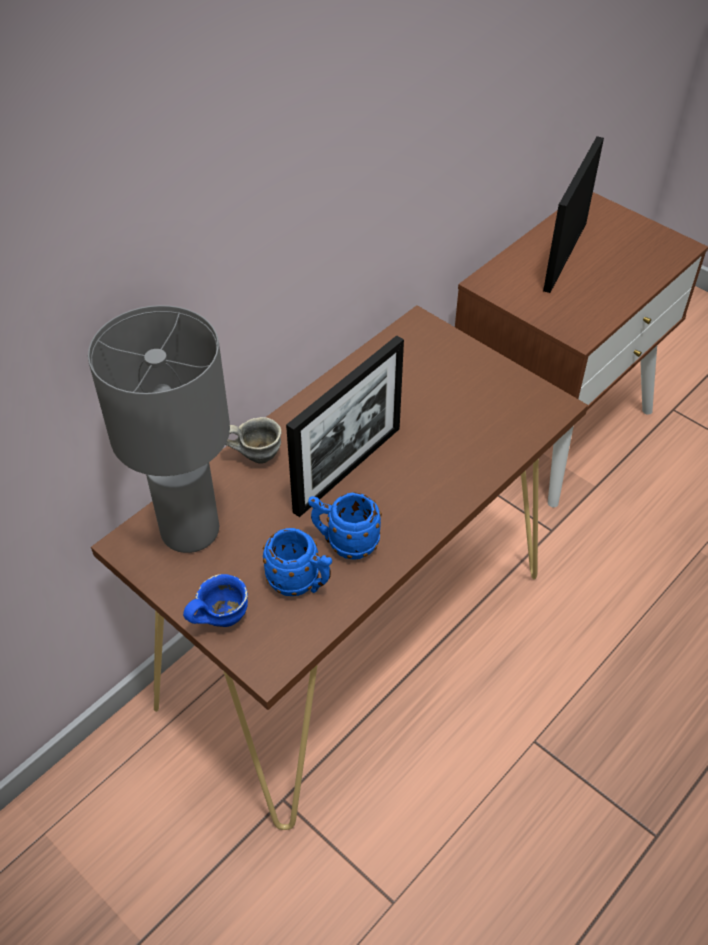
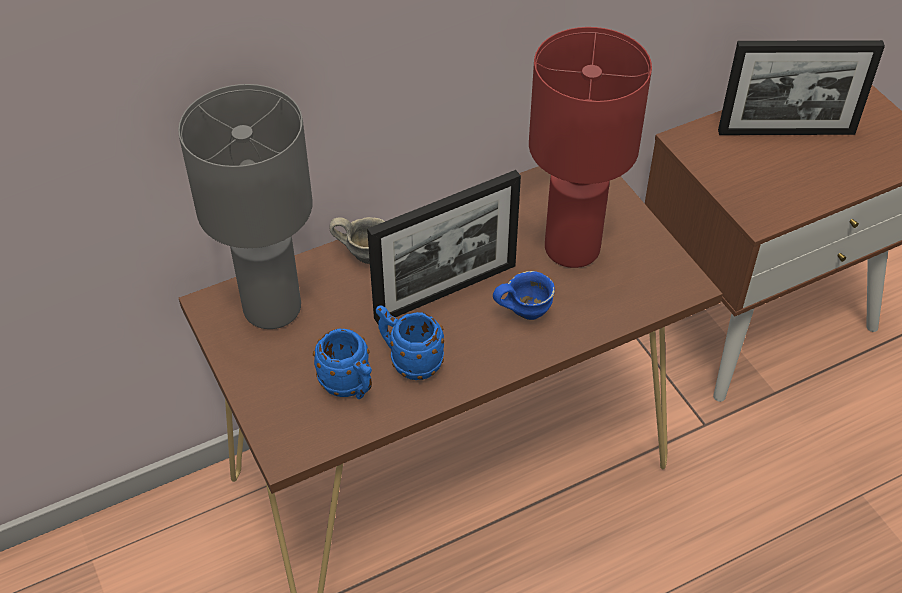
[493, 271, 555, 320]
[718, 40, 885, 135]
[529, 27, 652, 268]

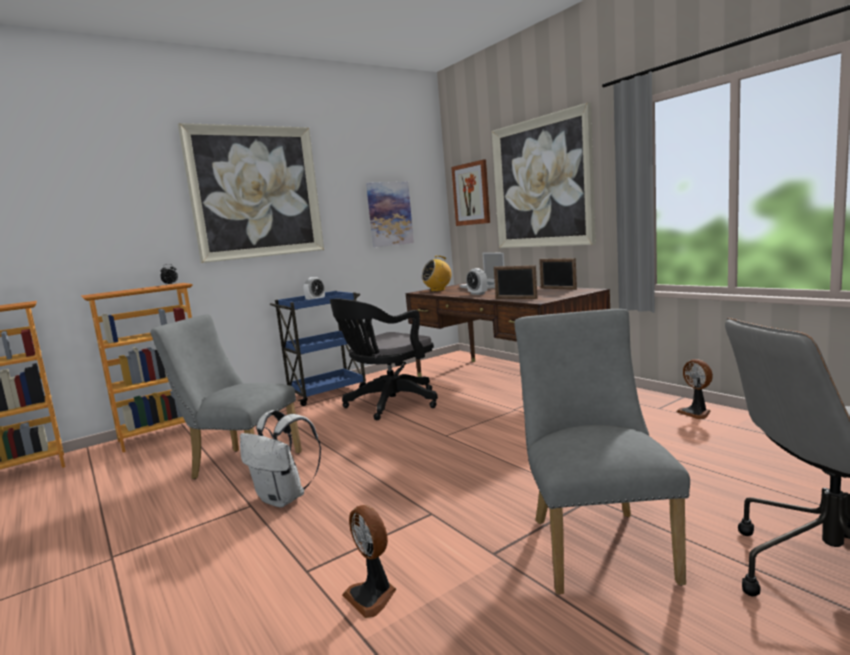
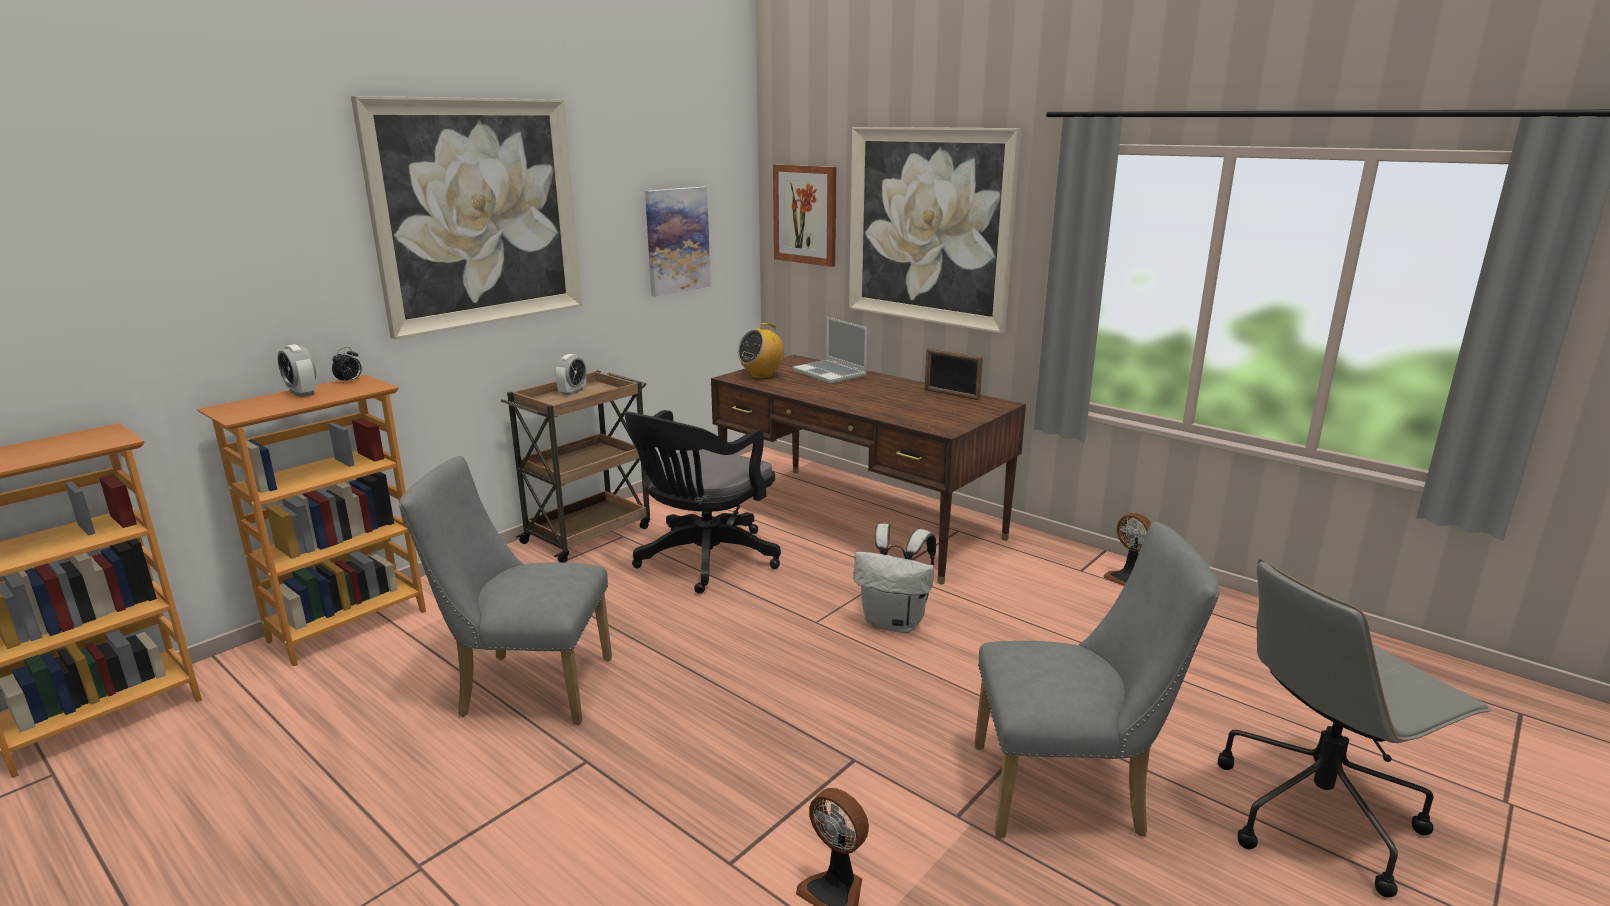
[853, 524, 936, 633]
[501, 370, 650, 563]
[278, 344, 317, 397]
[494, 265, 538, 299] (first image)
[974, 522, 1220, 838]

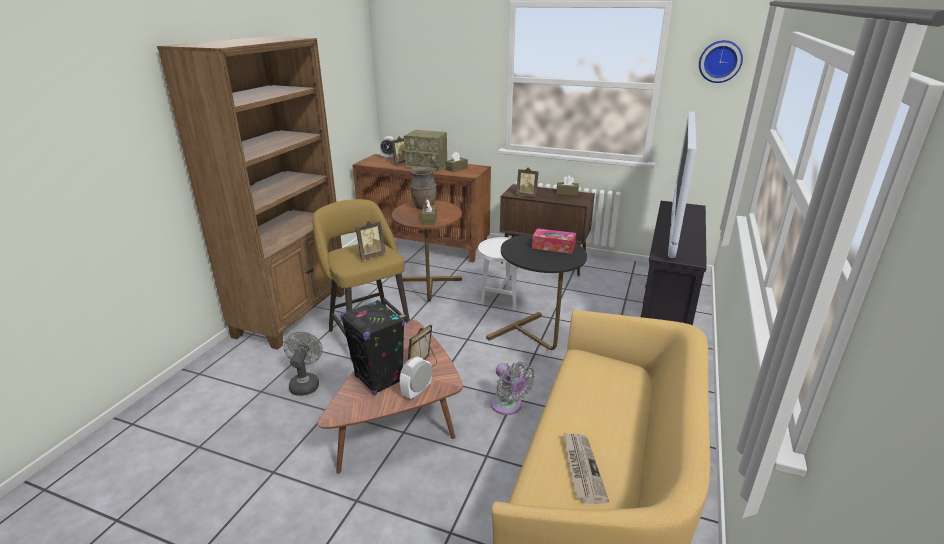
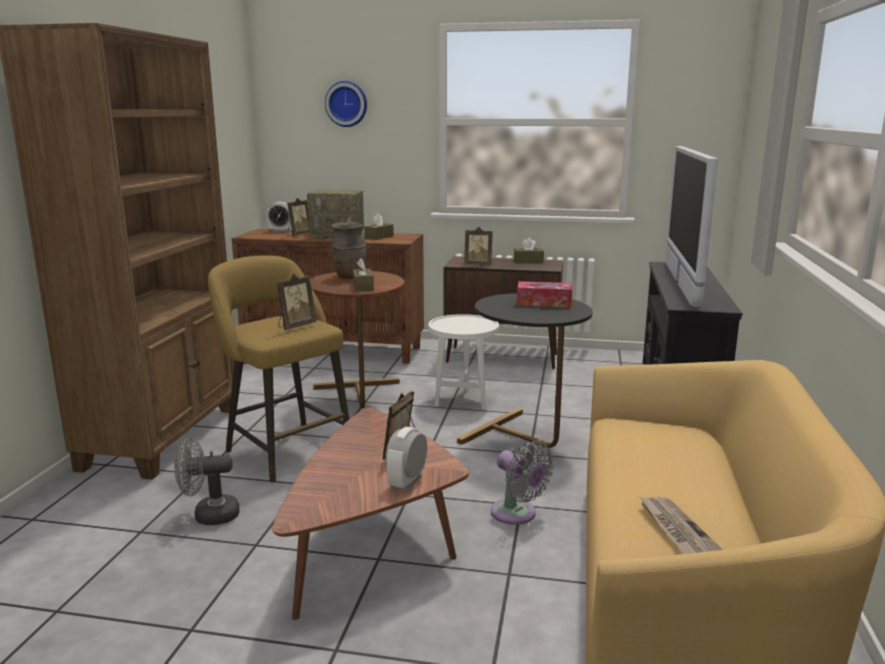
[175, 437, 240, 525]
[340, 300, 405, 395] (first image)
[325, 81, 367, 127]

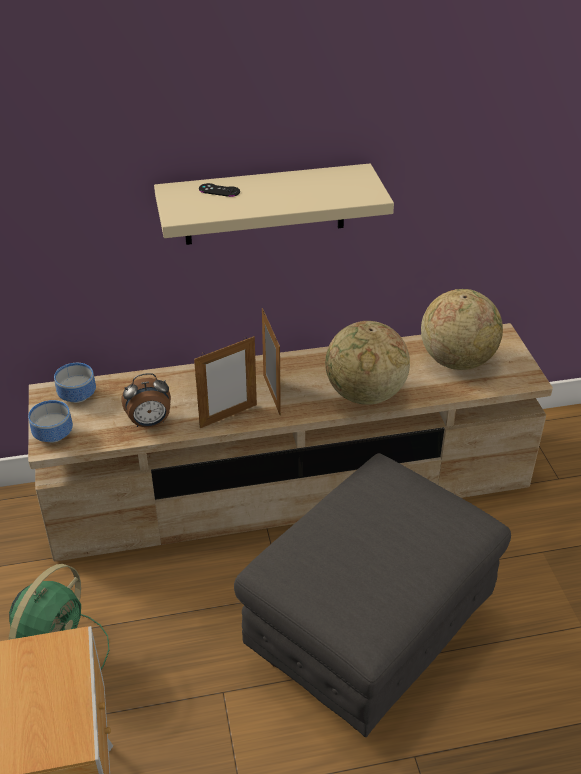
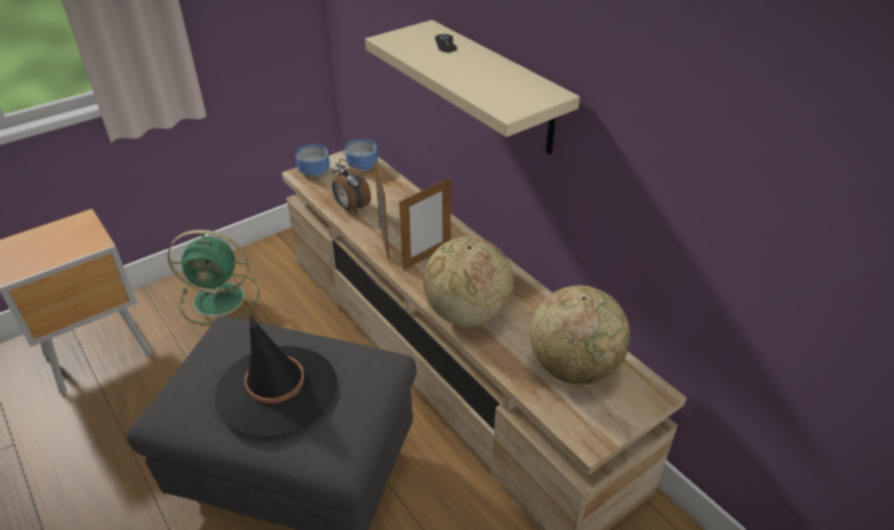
[374, 159, 389, 261]
[215, 315, 337, 437]

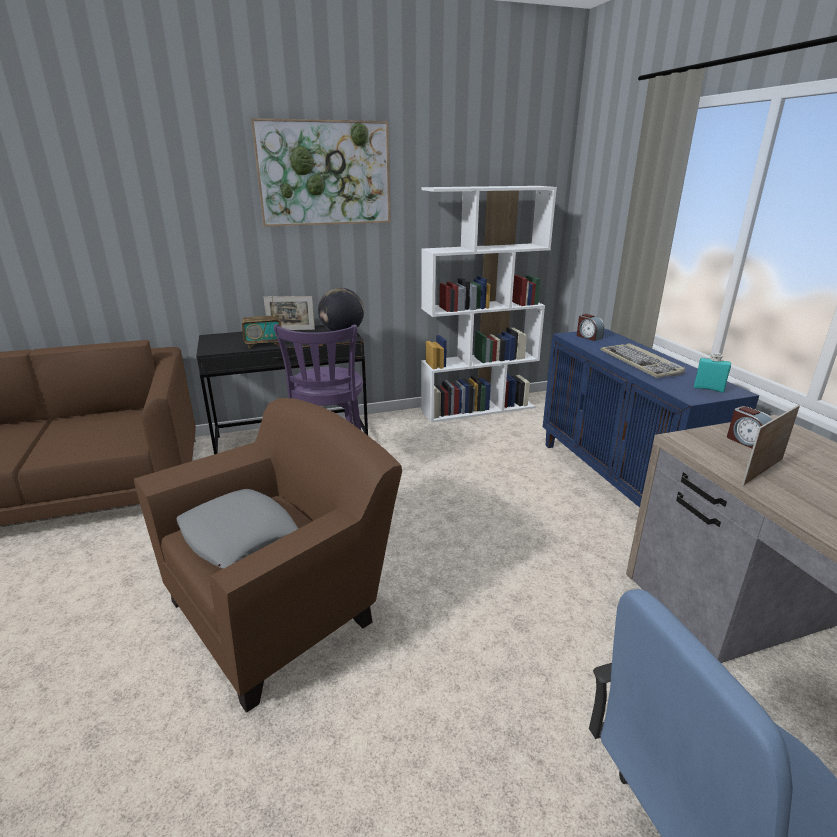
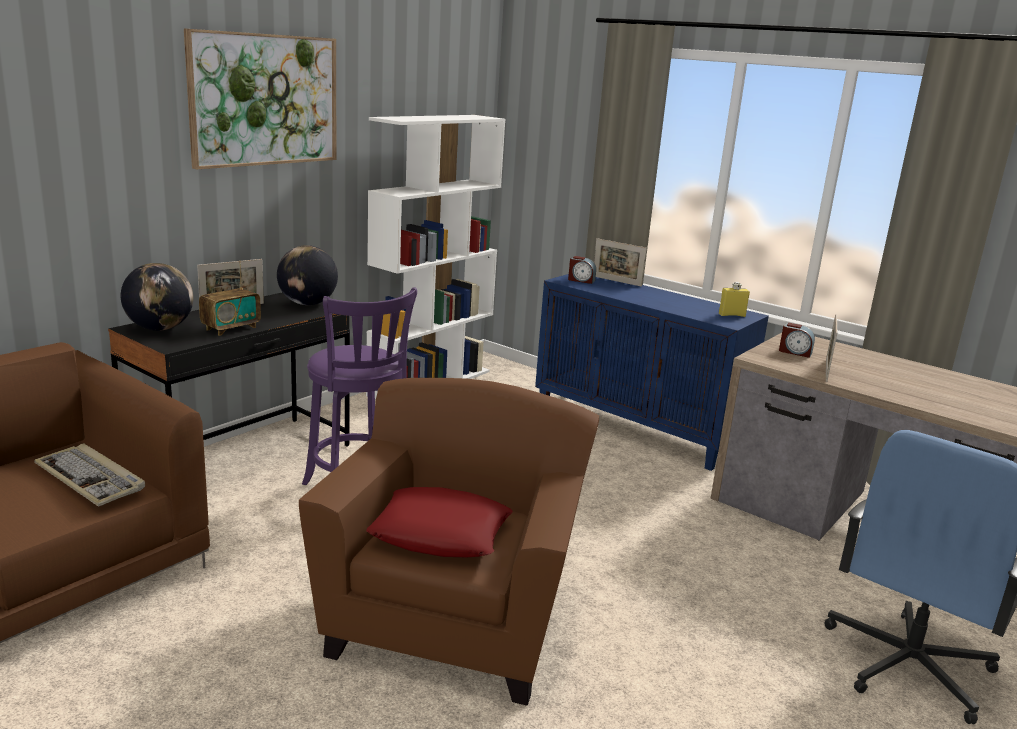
[366, 487, 513, 557]
[34, 443, 145, 506]
[719, 282, 750, 317]
[121, 263, 194, 331]
[594, 238, 646, 287]

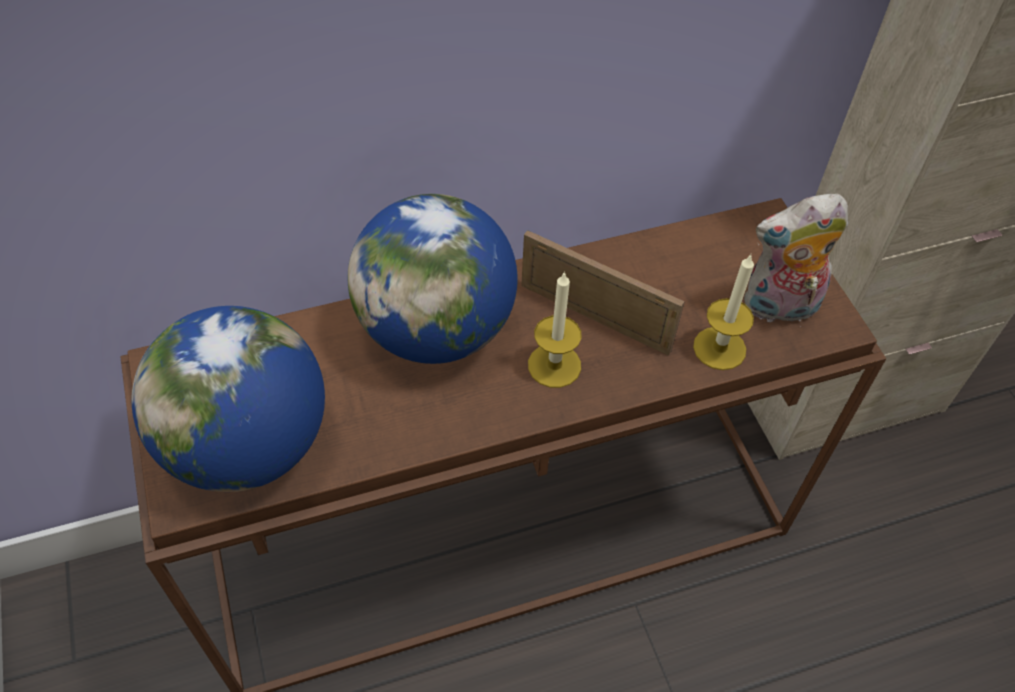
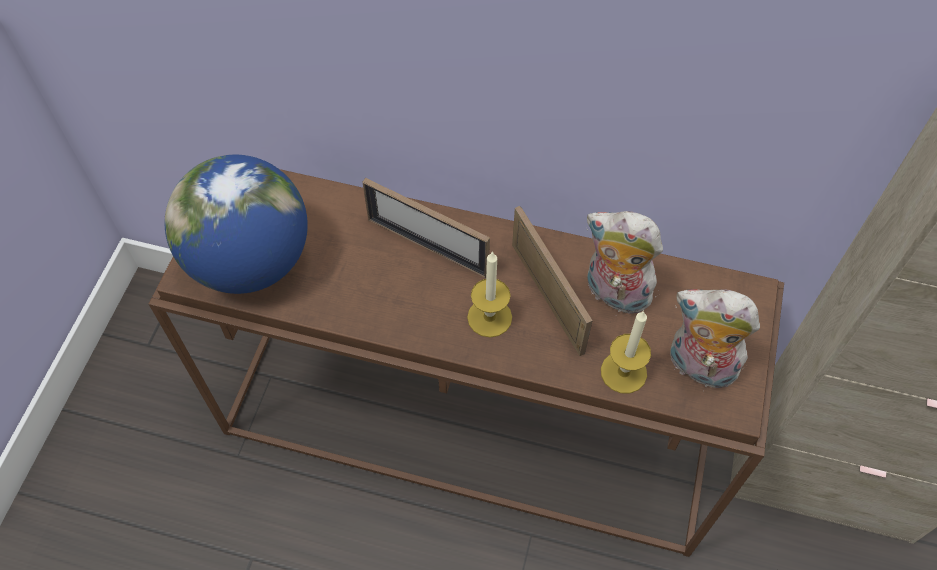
[362, 178, 490, 278]
[587, 211, 663, 313]

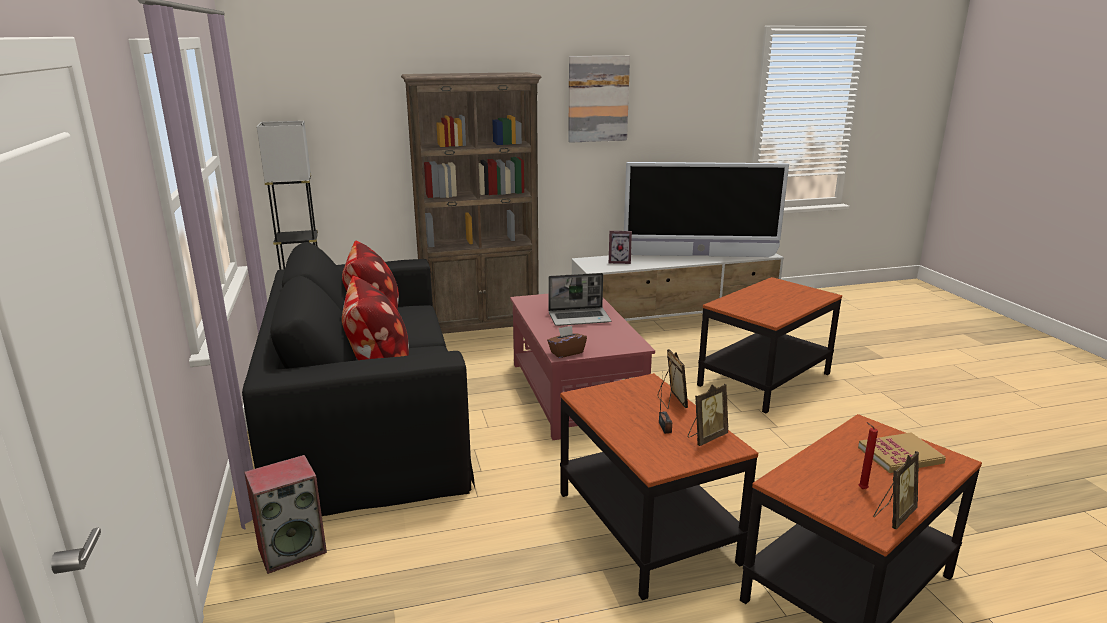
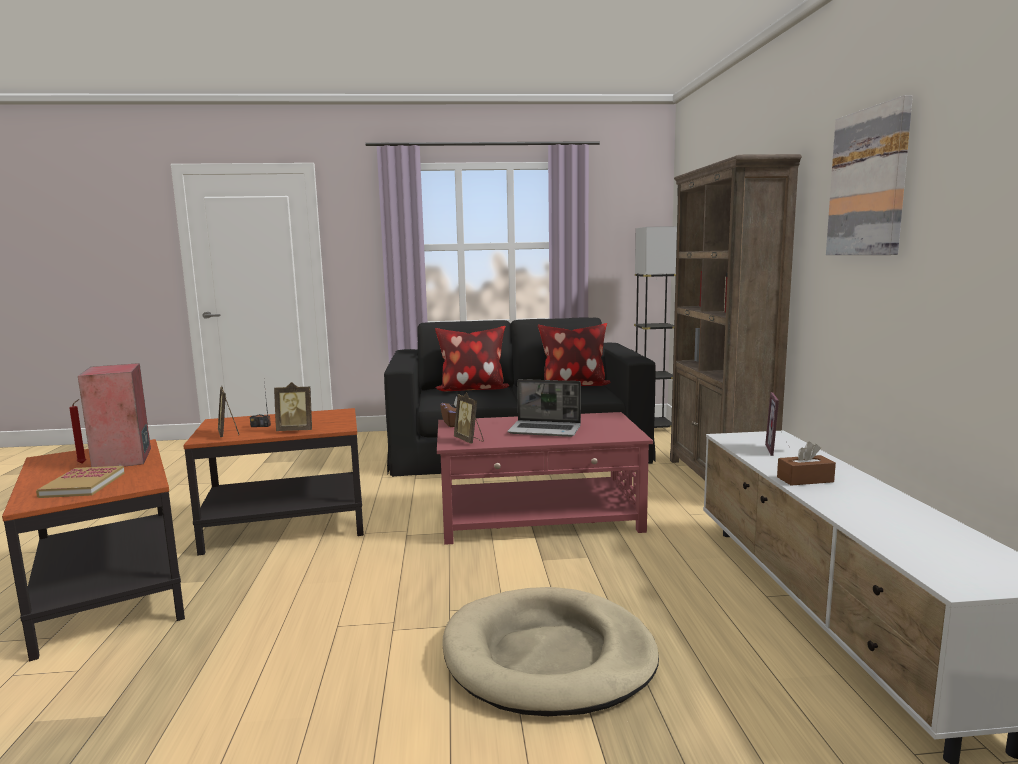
[78, 363, 151, 467]
[508, 379, 581, 437]
[624, 162, 789, 257] (first image)
[442, 587, 659, 716]
[454, 392, 484, 444]
[777, 442, 836, 485]

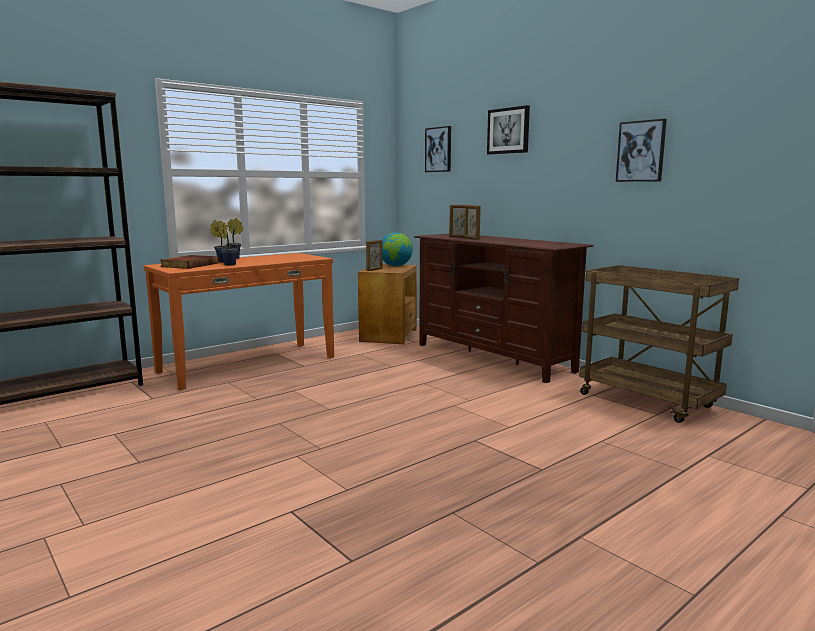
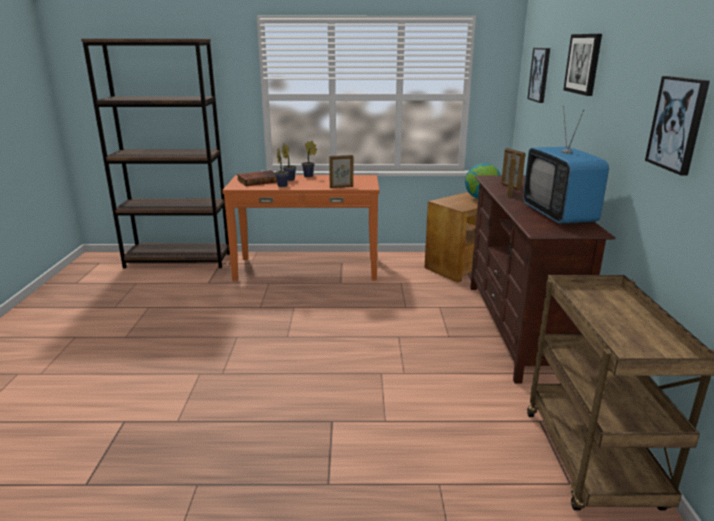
[329, 155, 353, 188]
[523, 106, 609, 224]

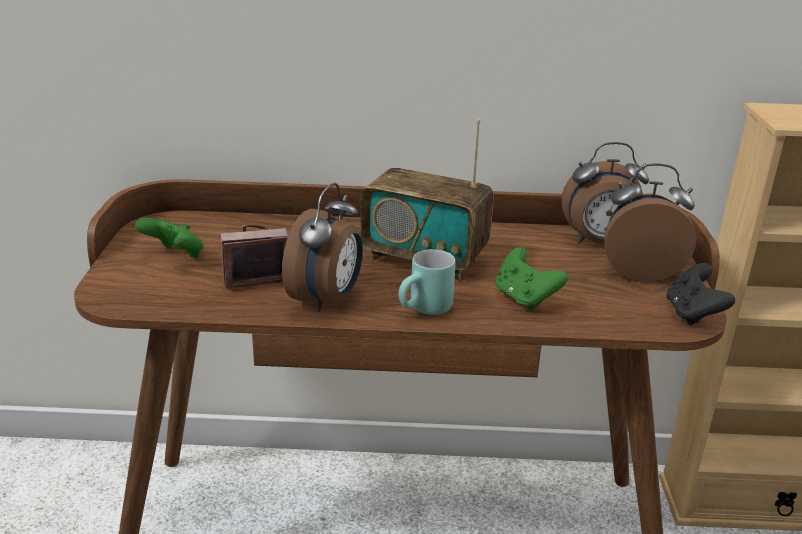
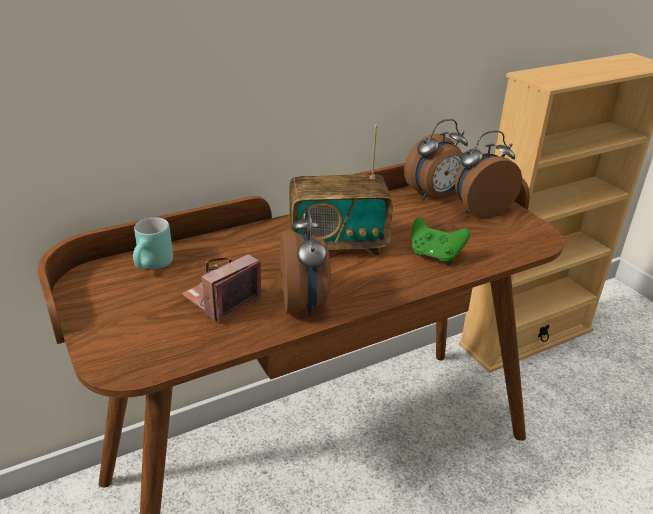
[135, 218, 204, 258] (first image)
[133, 217, 173, 269]
[667, 263, 735, 326] (first image)

